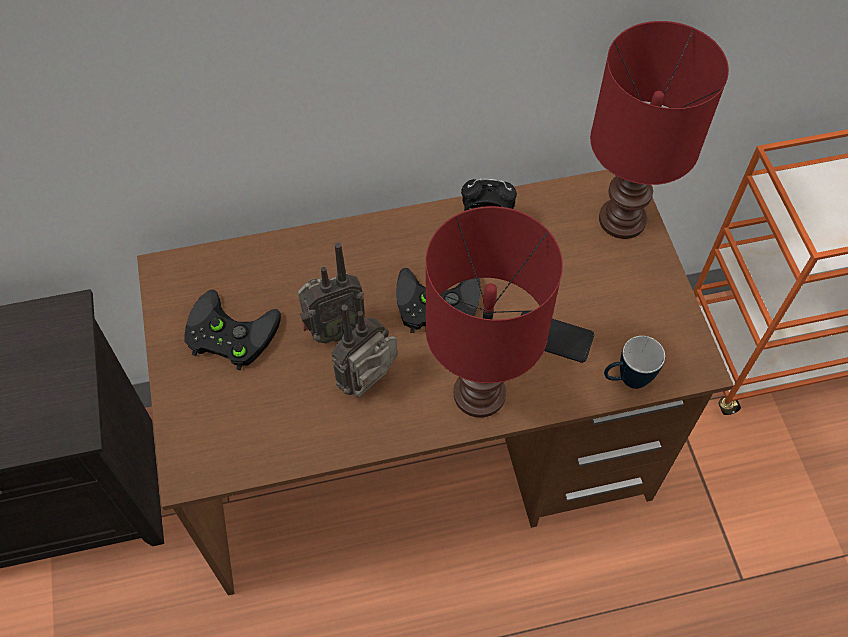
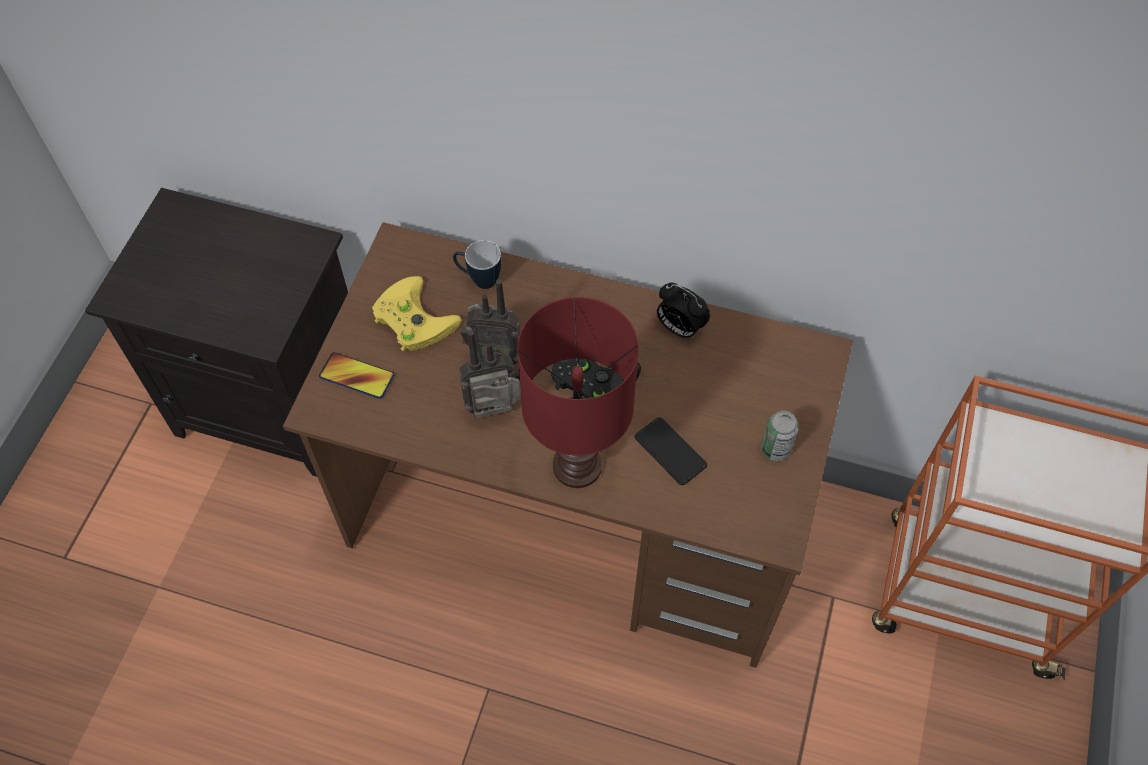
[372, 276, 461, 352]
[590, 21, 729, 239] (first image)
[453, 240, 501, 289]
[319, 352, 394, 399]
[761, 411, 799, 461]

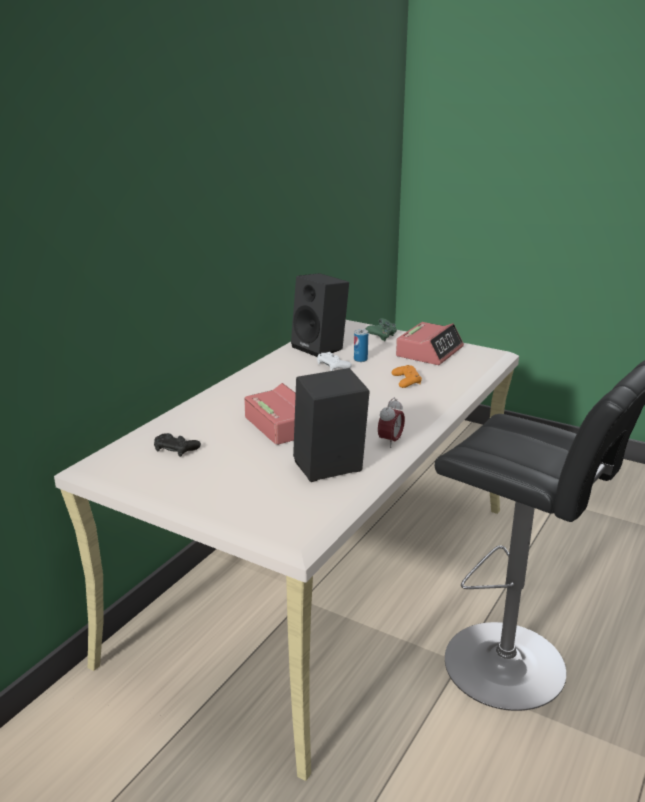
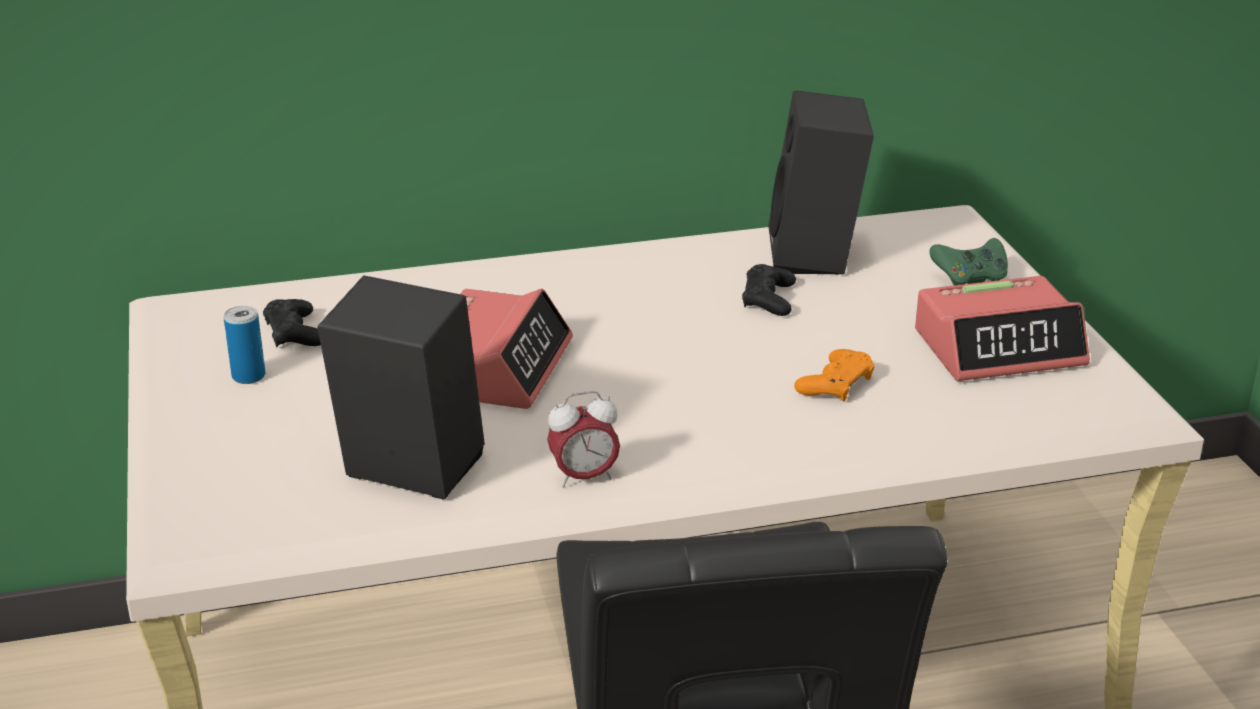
[742, 264, 796, 316]
[224, 306, 266, 384]

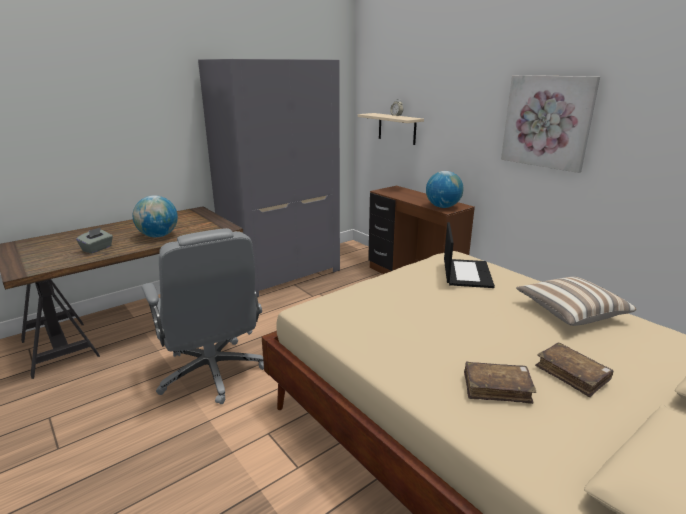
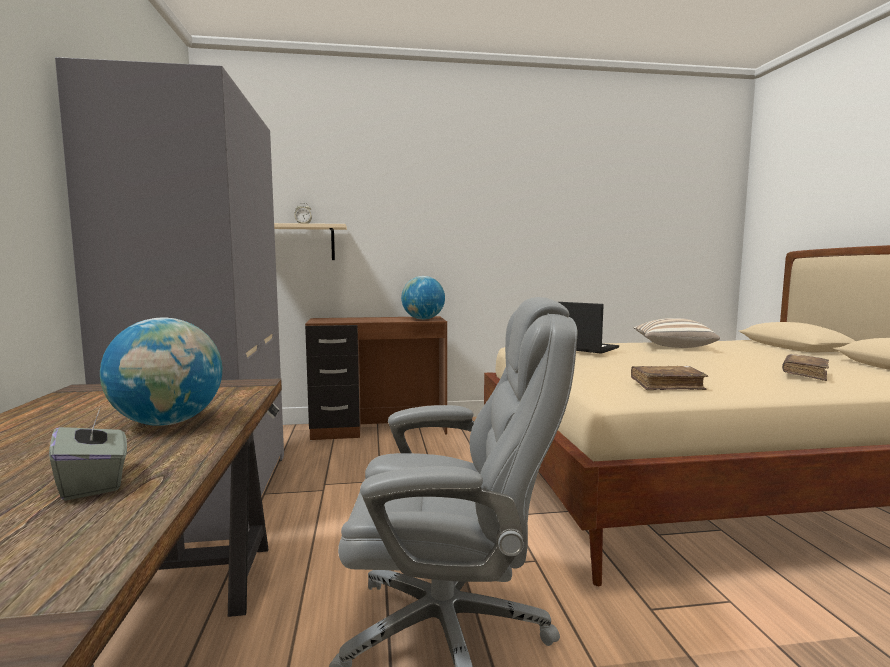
[501, 75, 600, 173] (first image)
[631, 366, 708, 390]

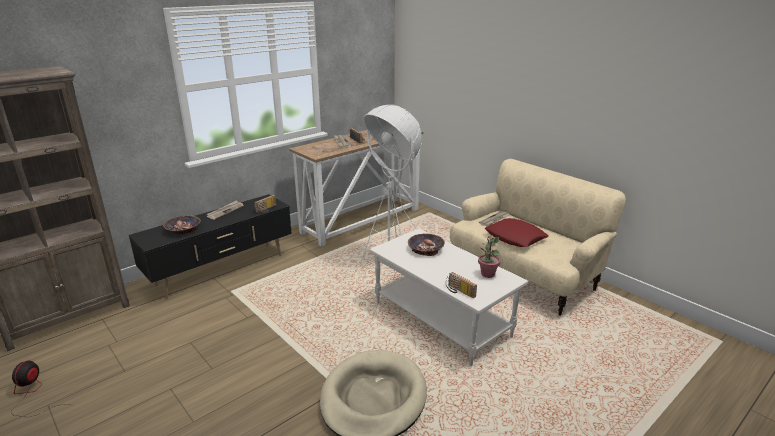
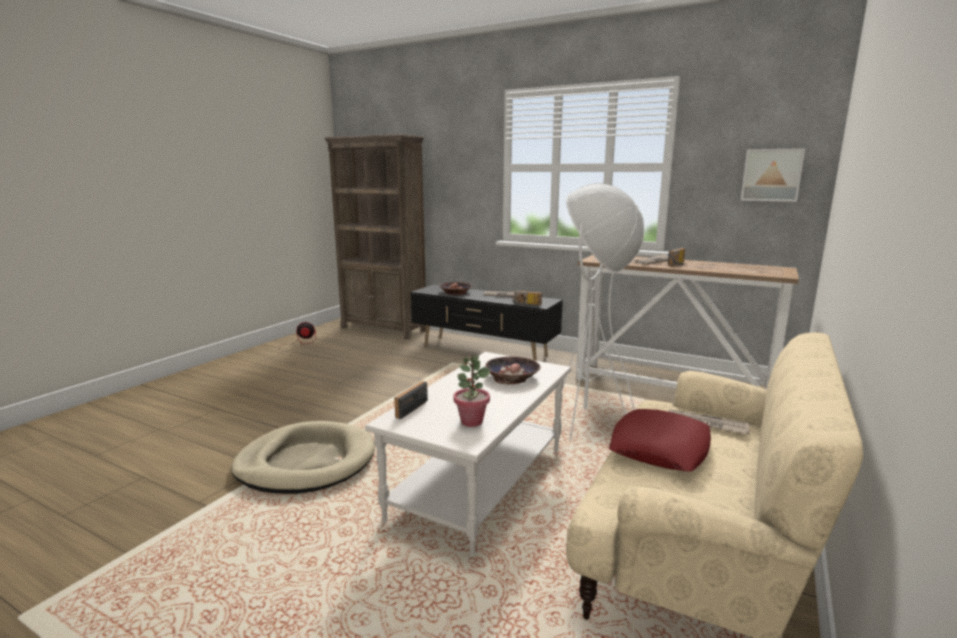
[741, 148, 805, 202]

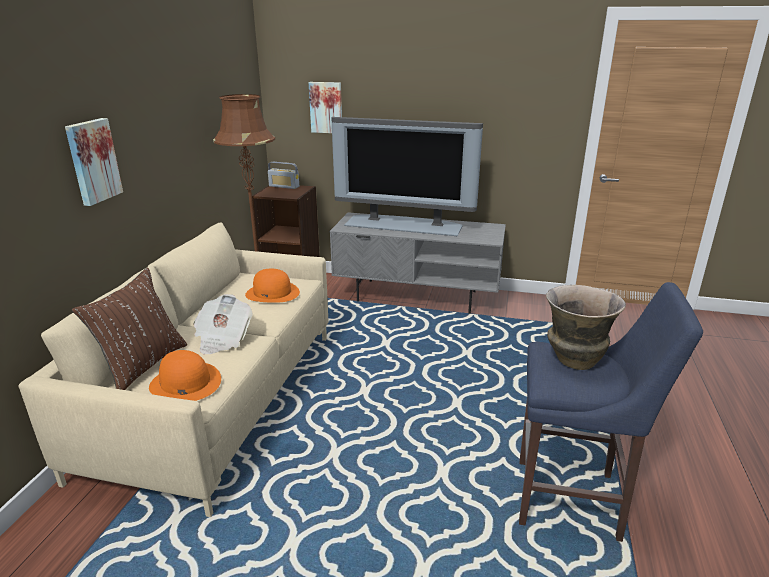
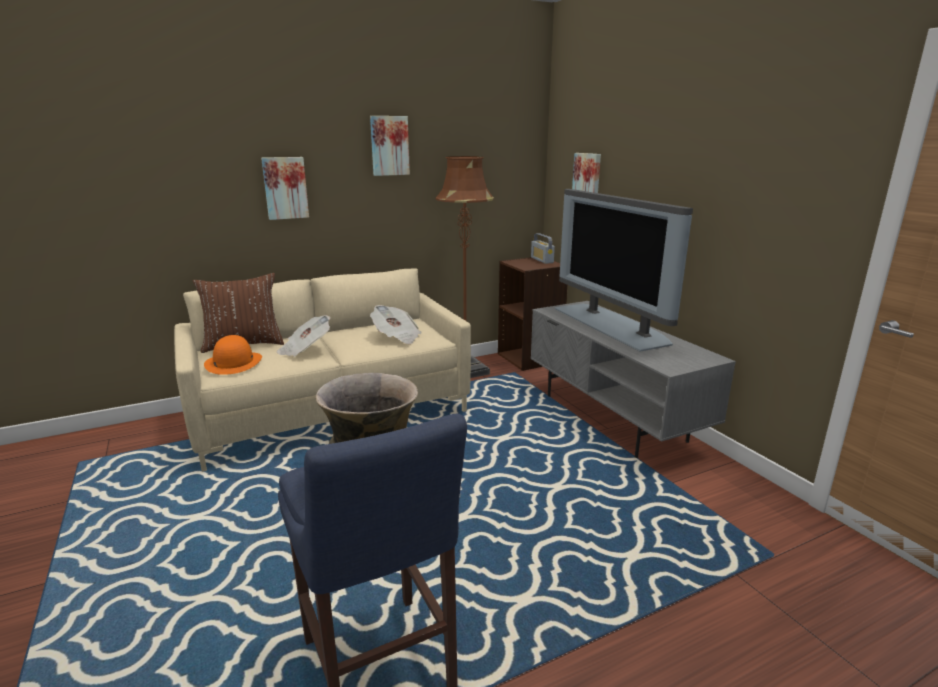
[370, 305, 422, 344]
[370, 116, 410, 176]

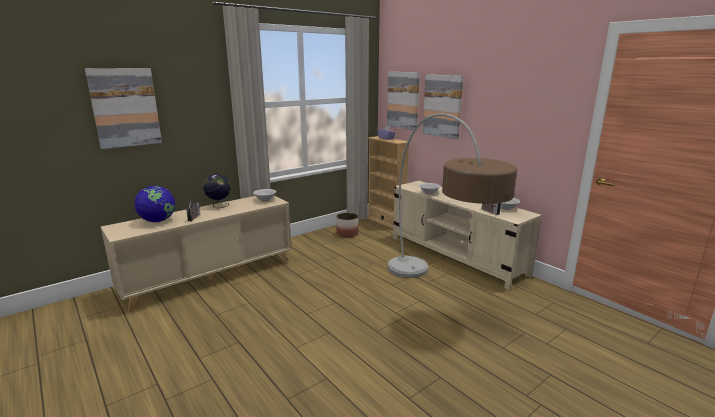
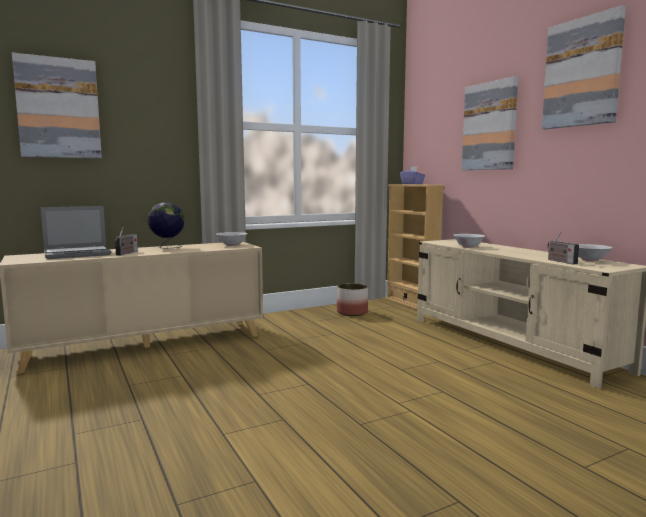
[41, 206, 111, 259]
[542, 5, 626, 129]
[388, 113, 517, 278] (first image)

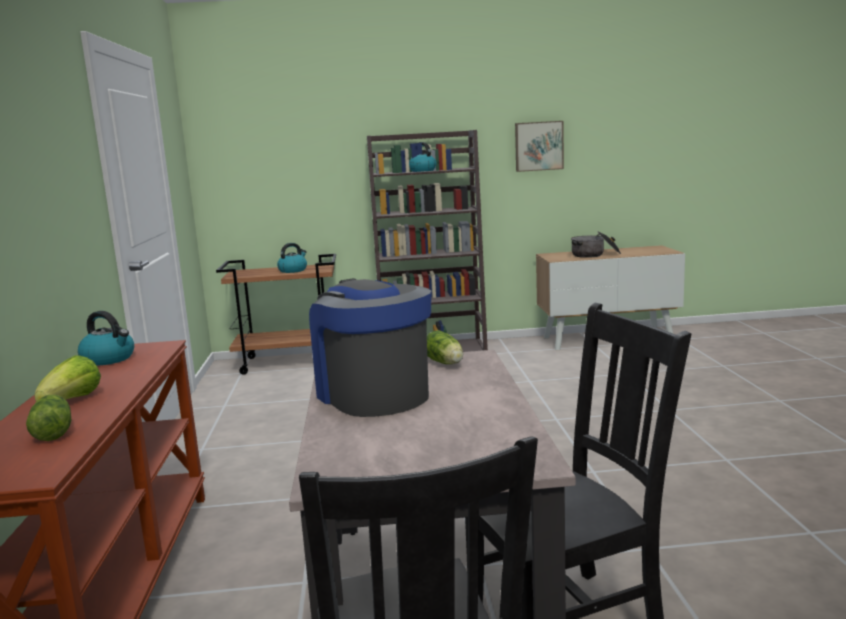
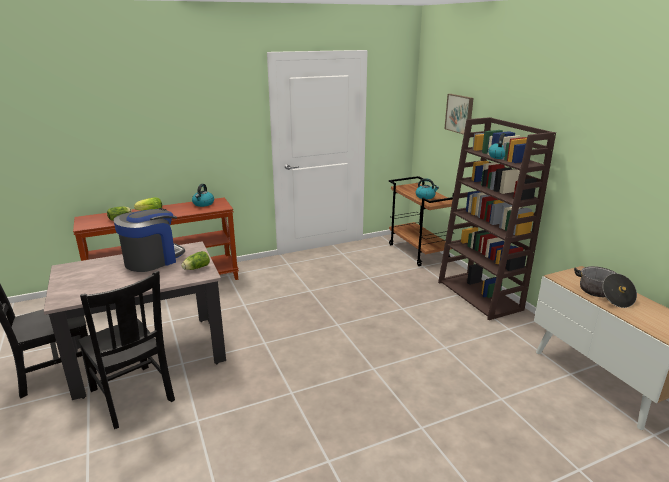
[445, 94, 474, 135]

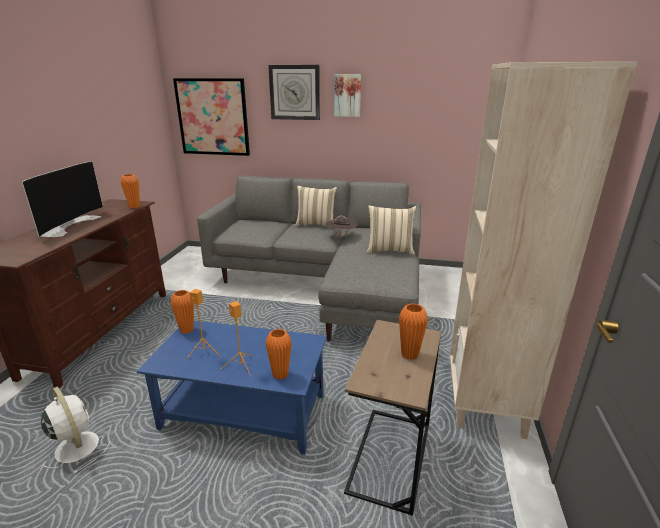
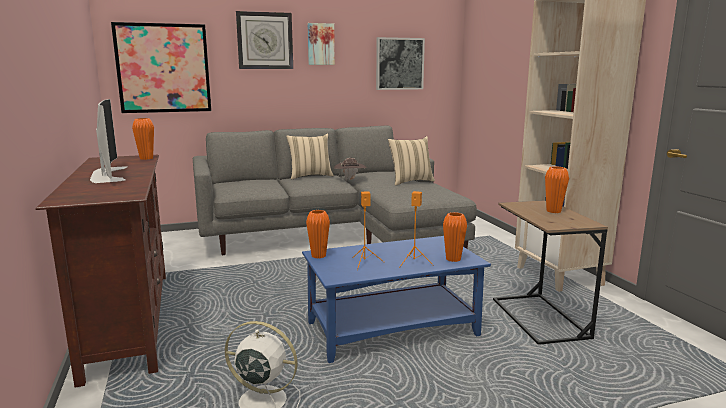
[376, 37, 425, 90]

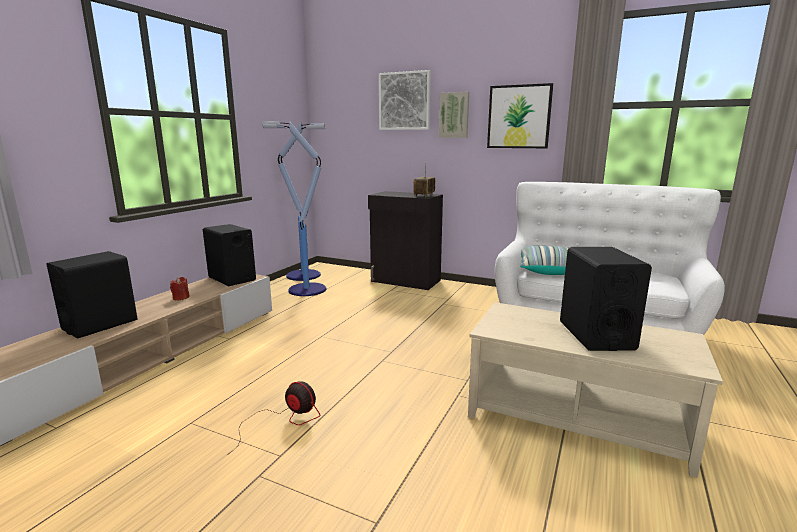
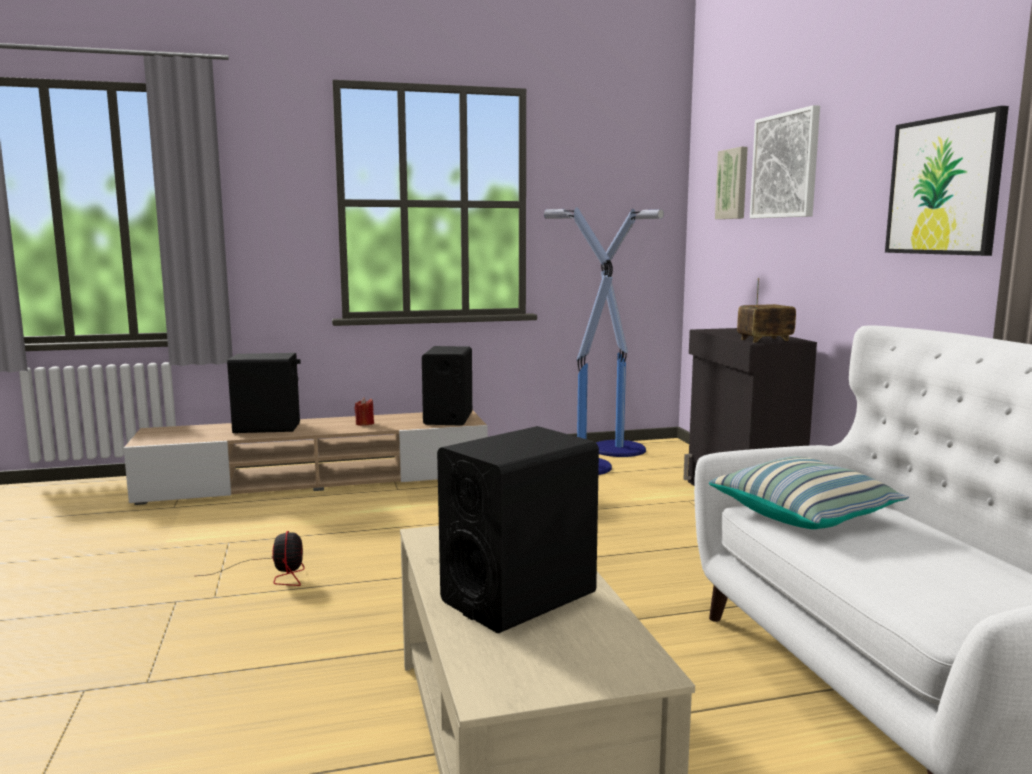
[715, 147, 748, 219]

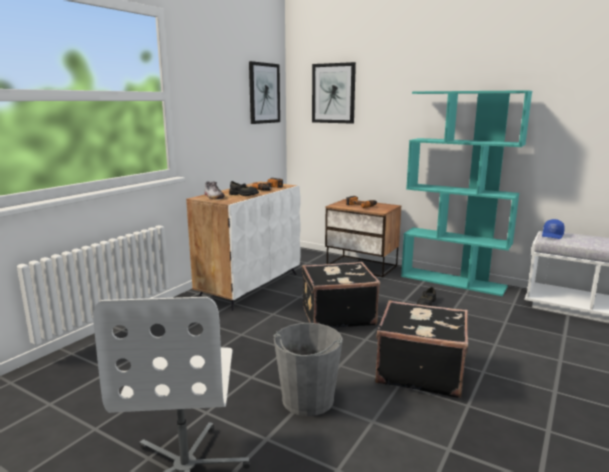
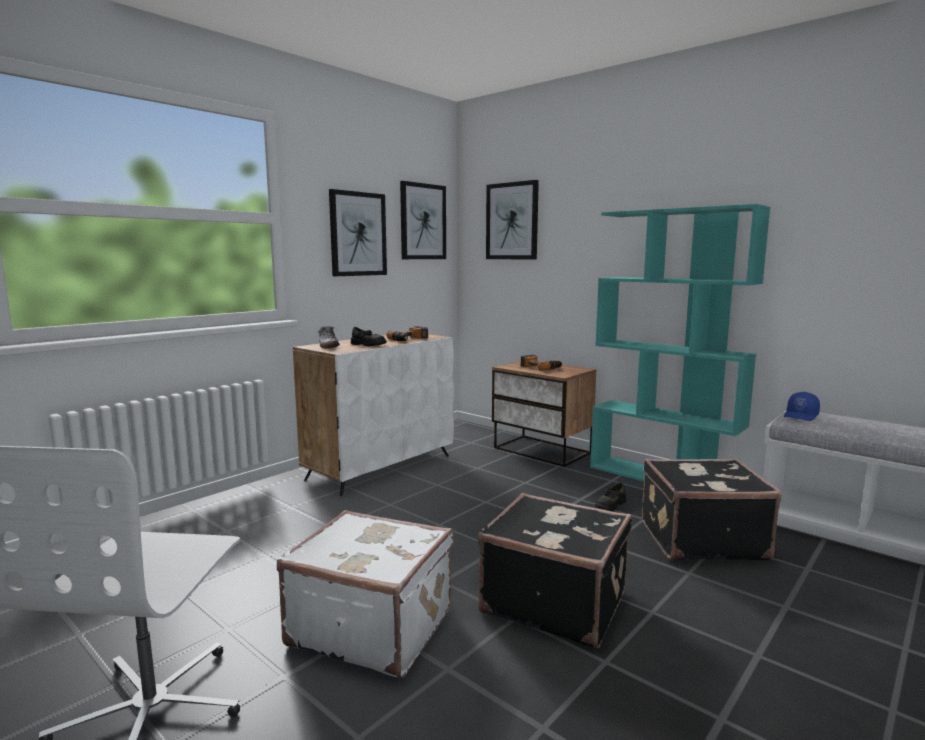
[277, 510, 454, 678]
[642, 459, 782, 561]
[329, 189, 387, 276]

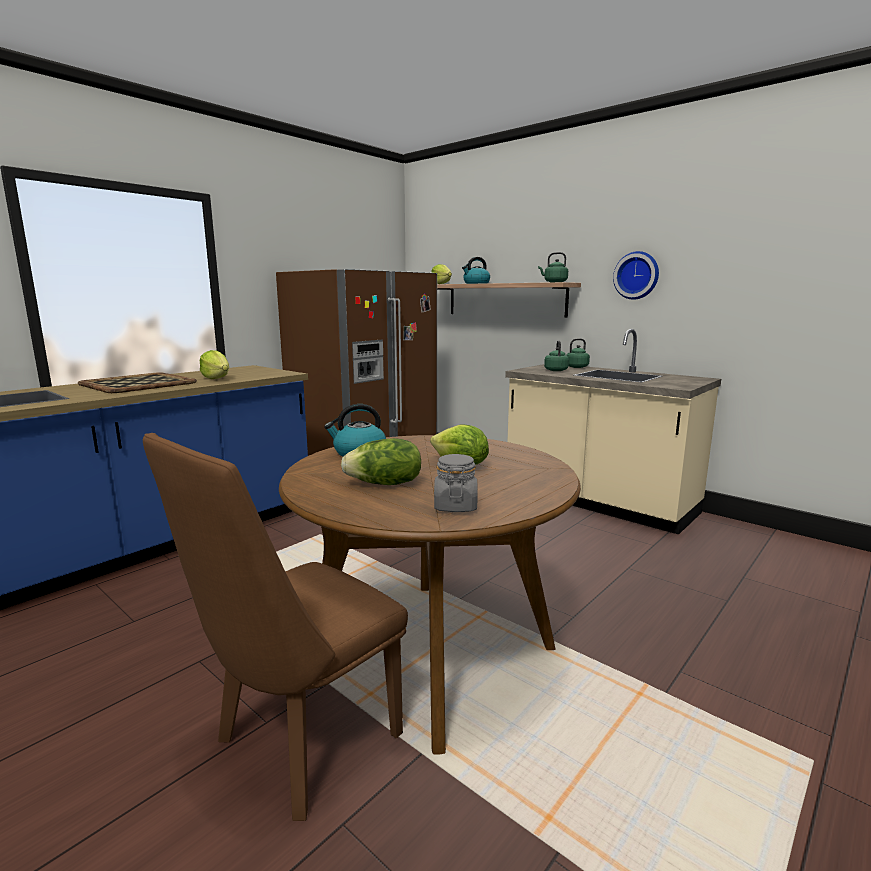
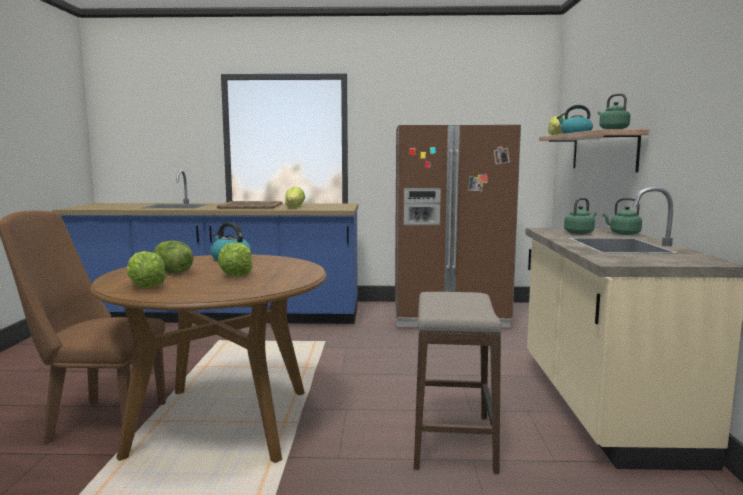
[127, 251, 166, 288]
[613, 251, 659, 300] (first image)
[414, 292, 502, 474]

